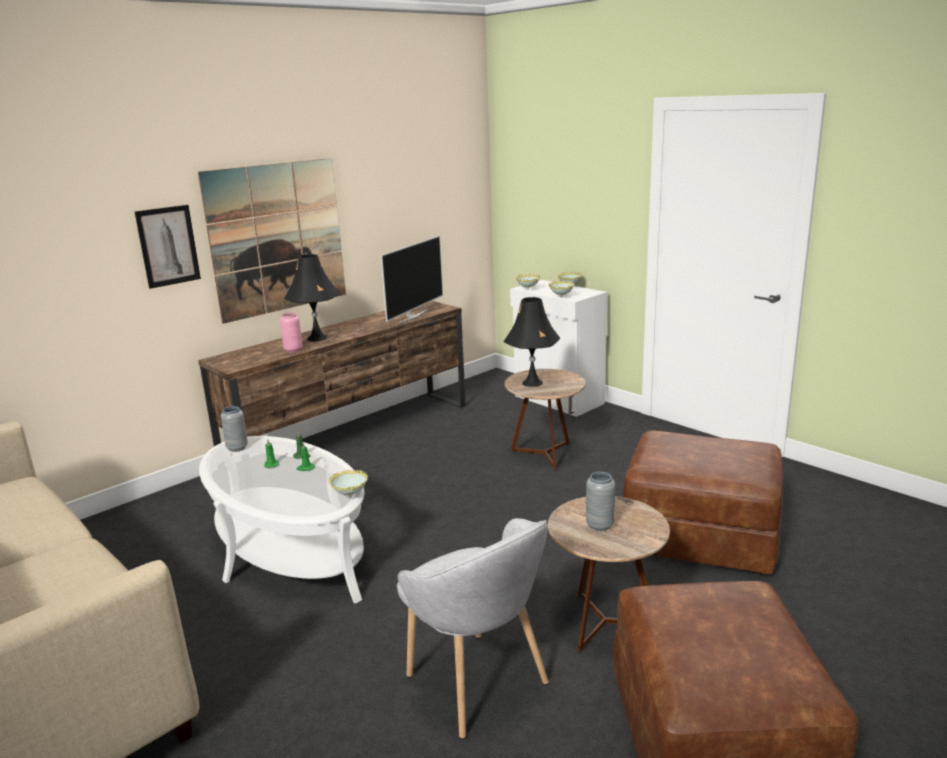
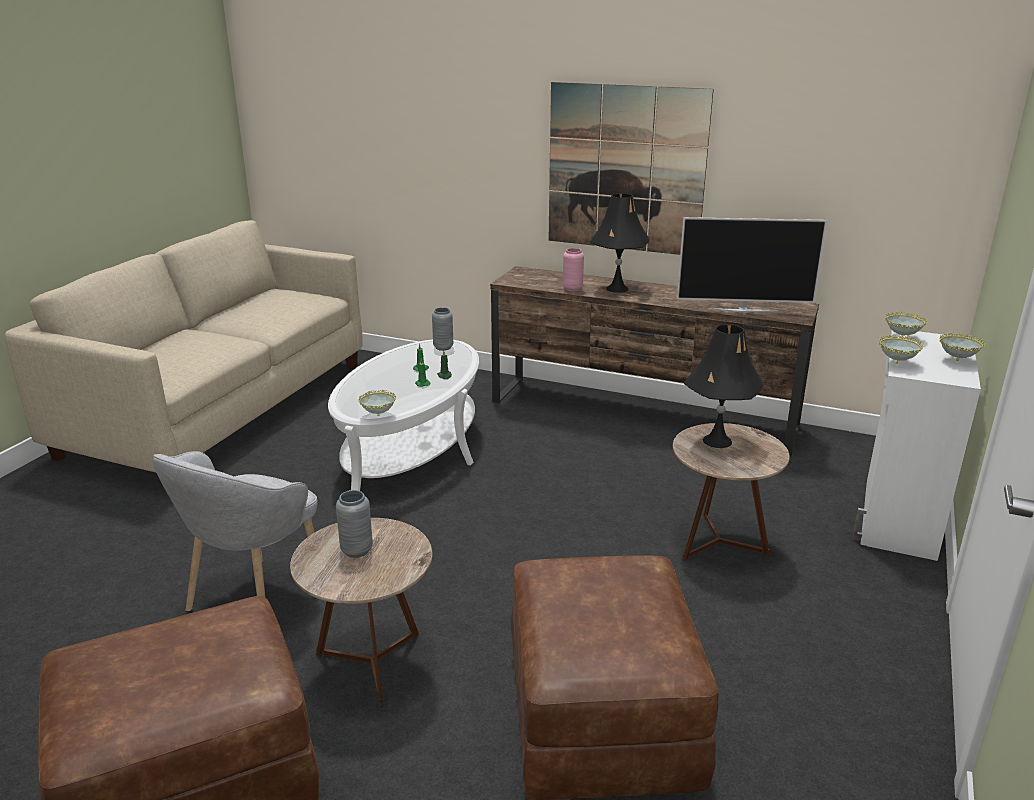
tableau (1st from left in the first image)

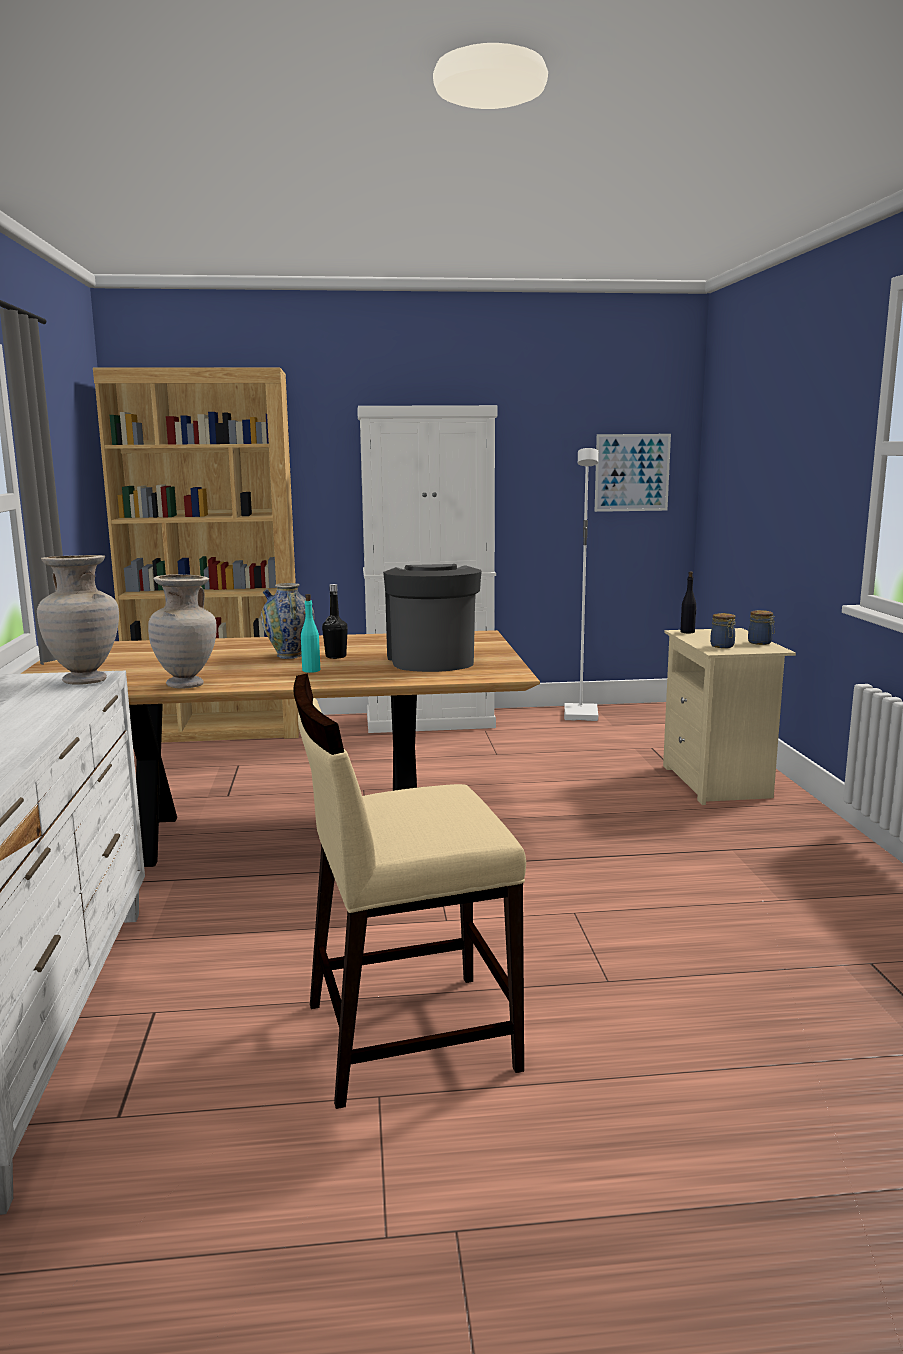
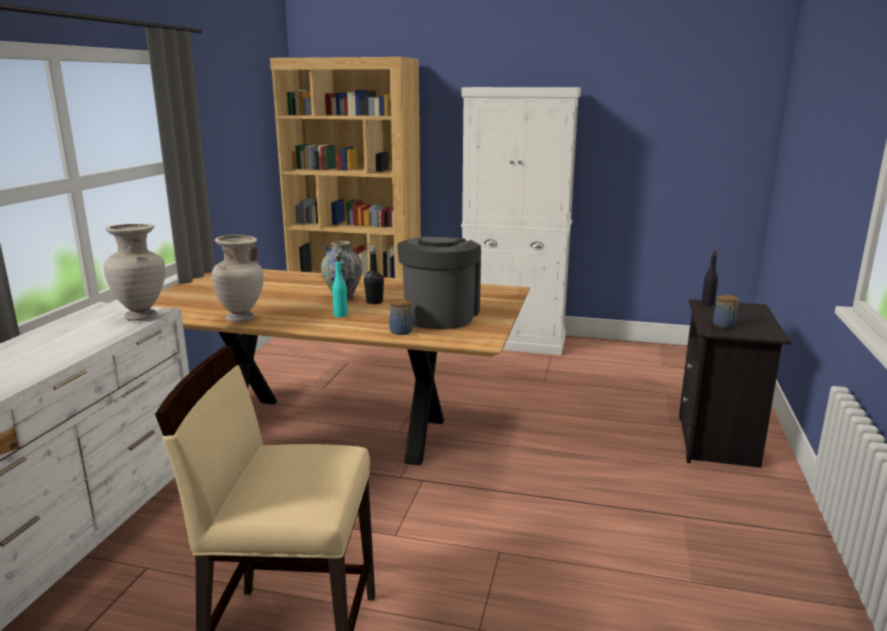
bocal (1st from left)
table de chevet (noir)
lampadaire (blanc)
tableau

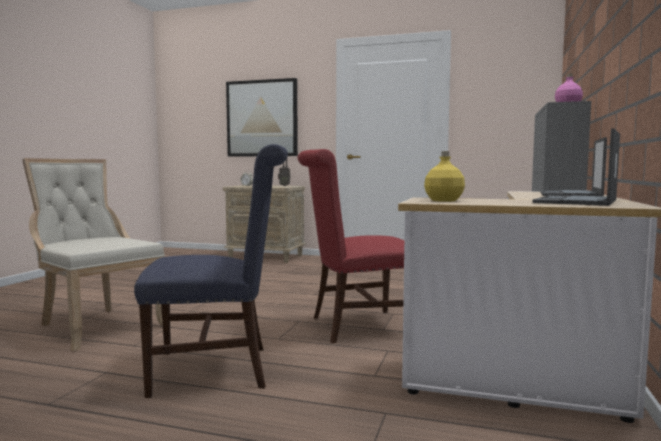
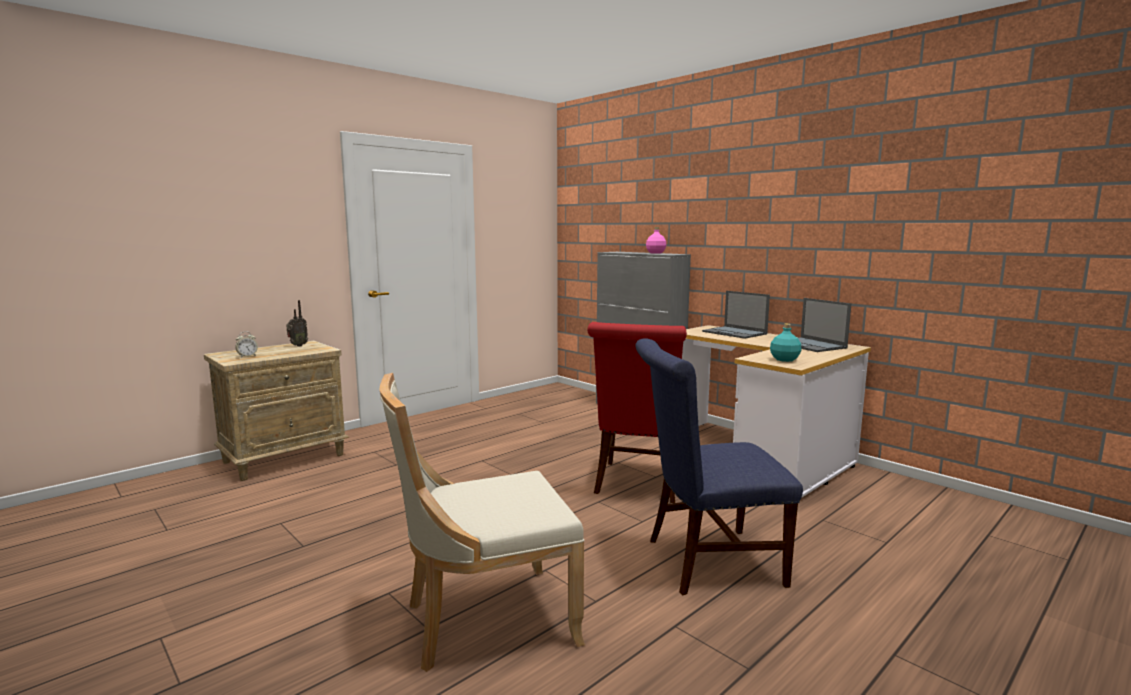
chaise (bleu)
bouteille (turquoise)
tableau

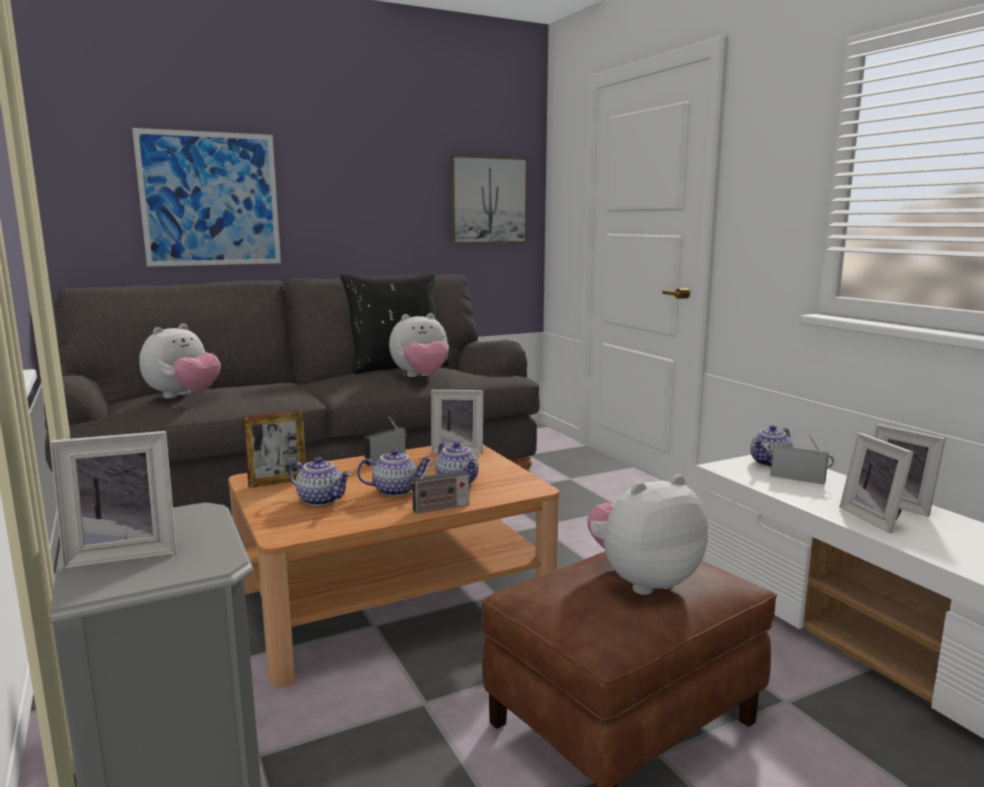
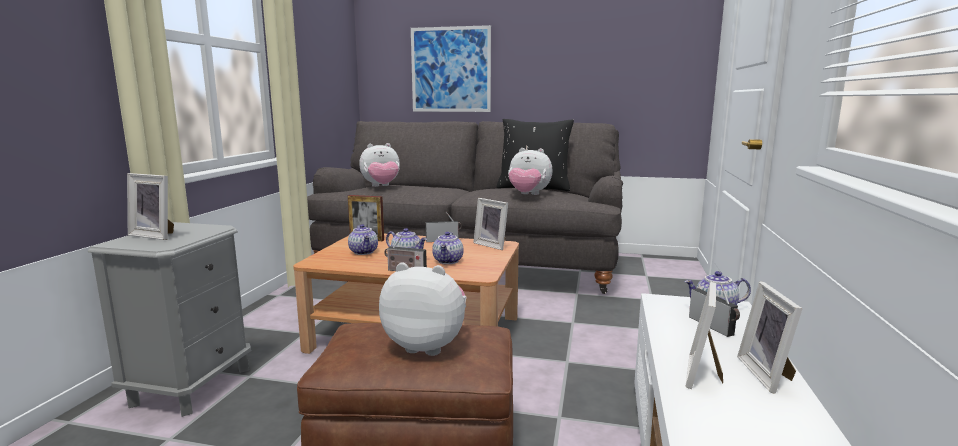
tableau (2nd from left in the first image)

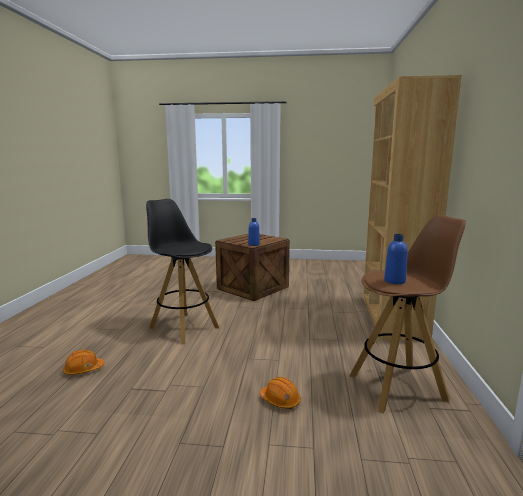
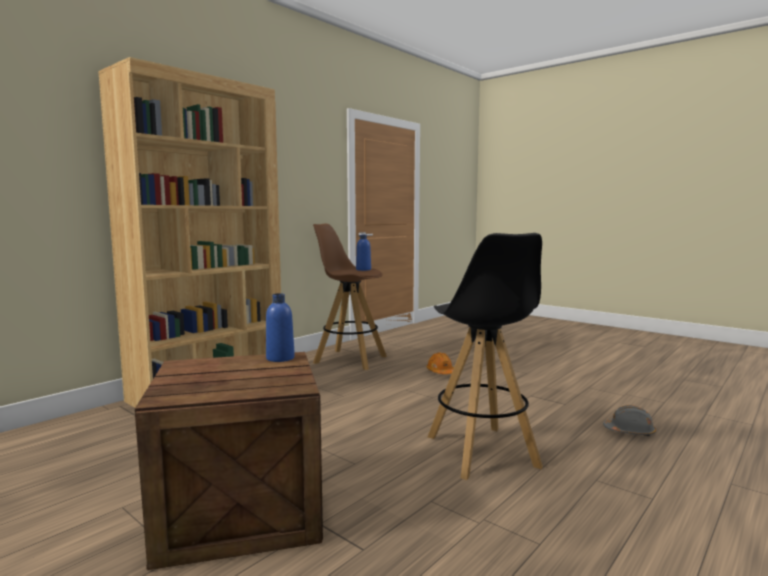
casque de chantier (gris)

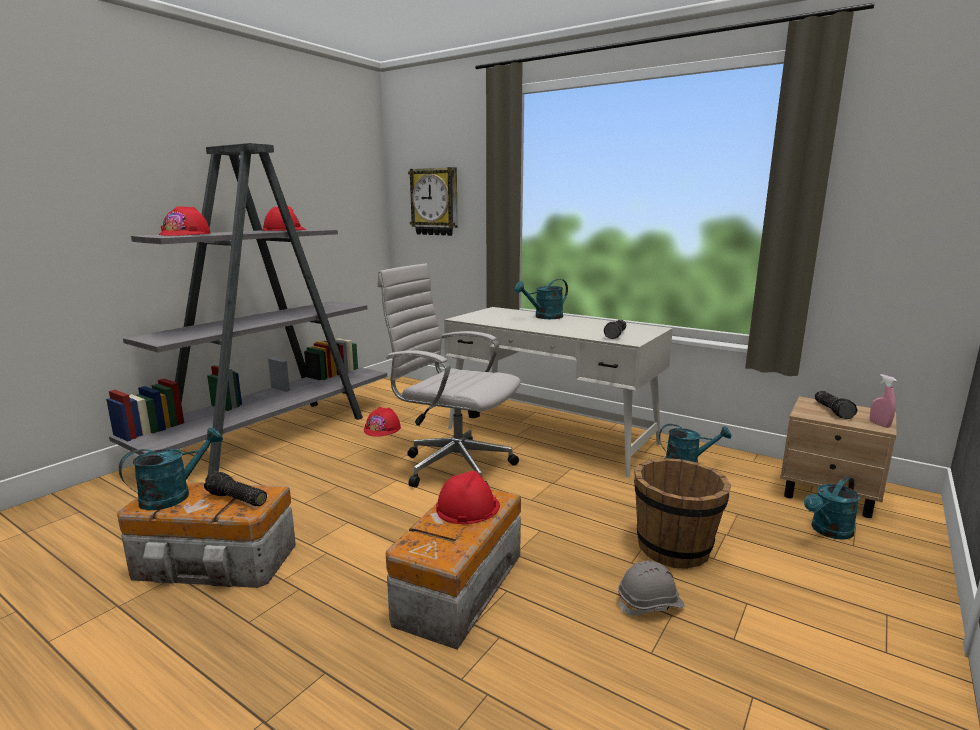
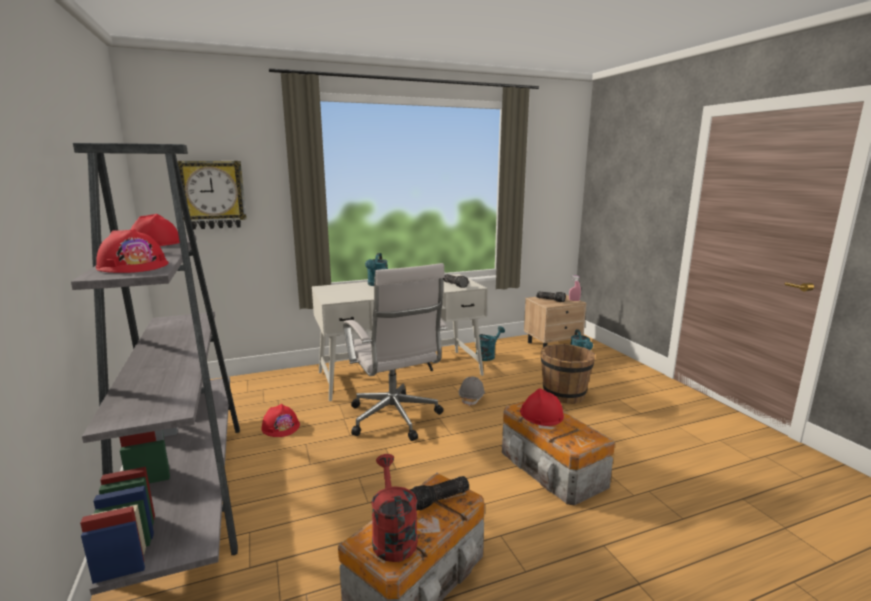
chaise de bureau (blanc)
arrosoir (rouge)
casque de chantier (gris)

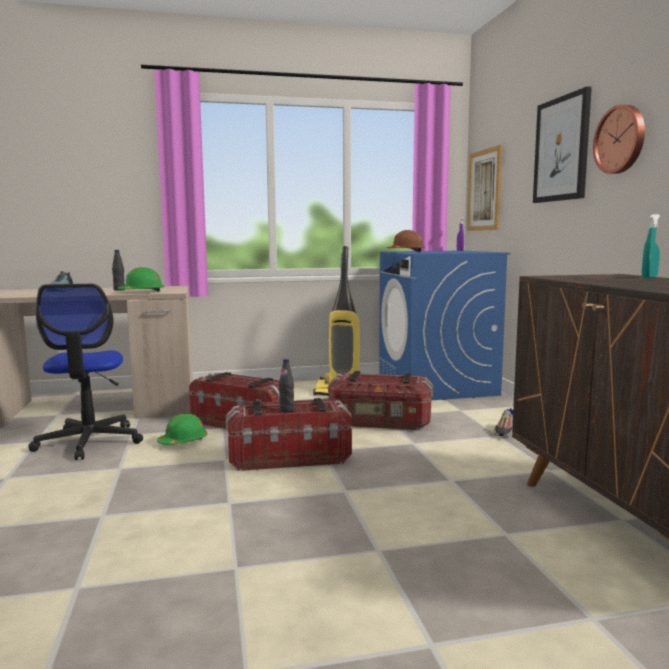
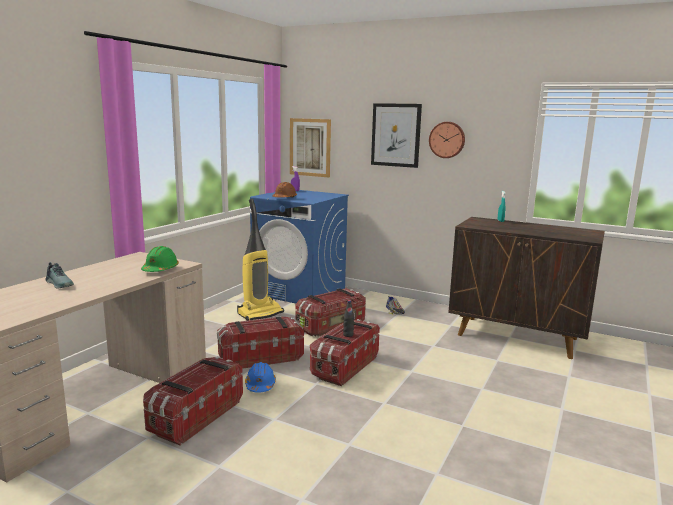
boîte de rangement (1st from left)
casque de chantier (bleu)
bouteille (noir) (1st from left in the first image)

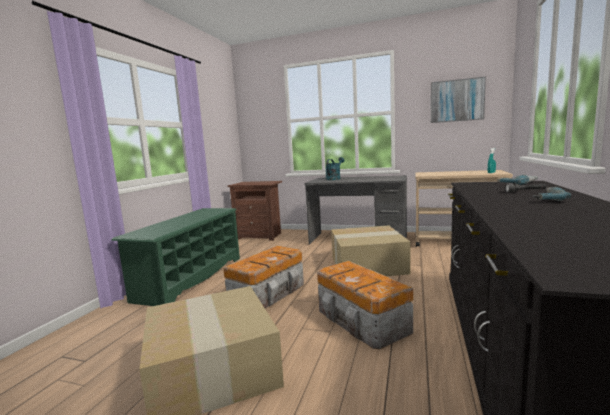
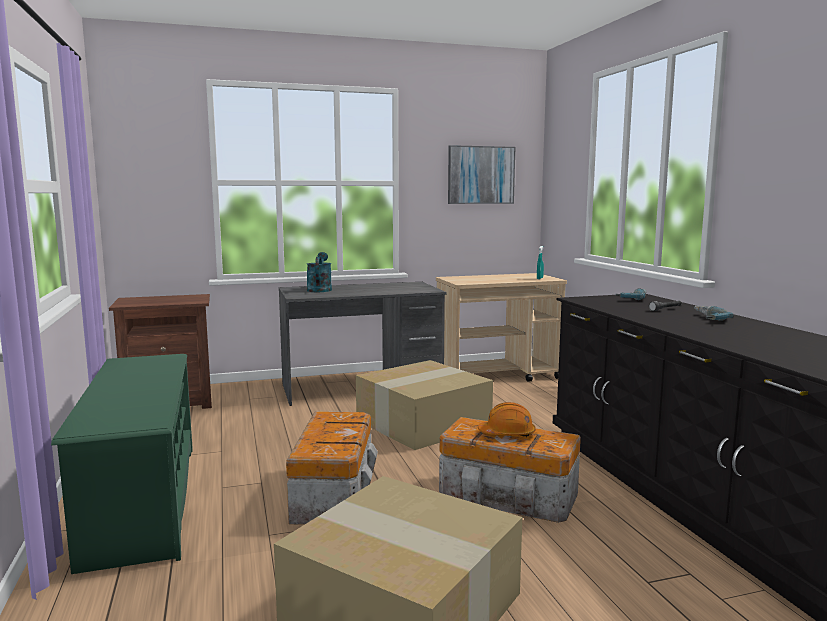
casque de chantier (orange)

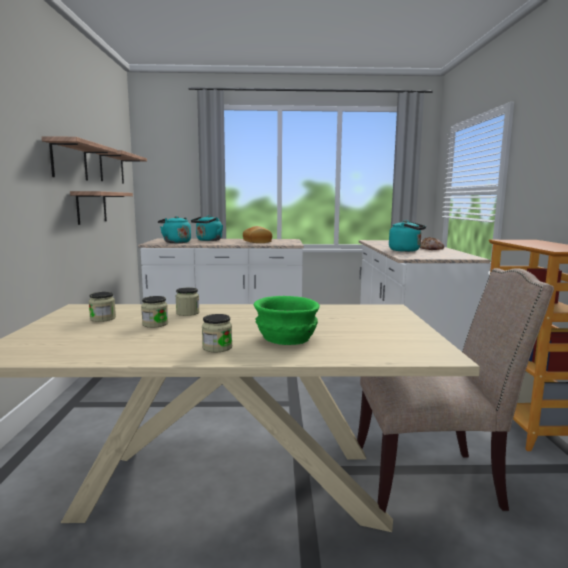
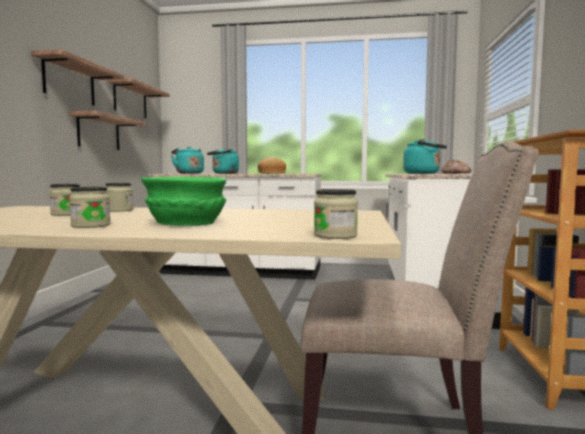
bocal (4th from left)

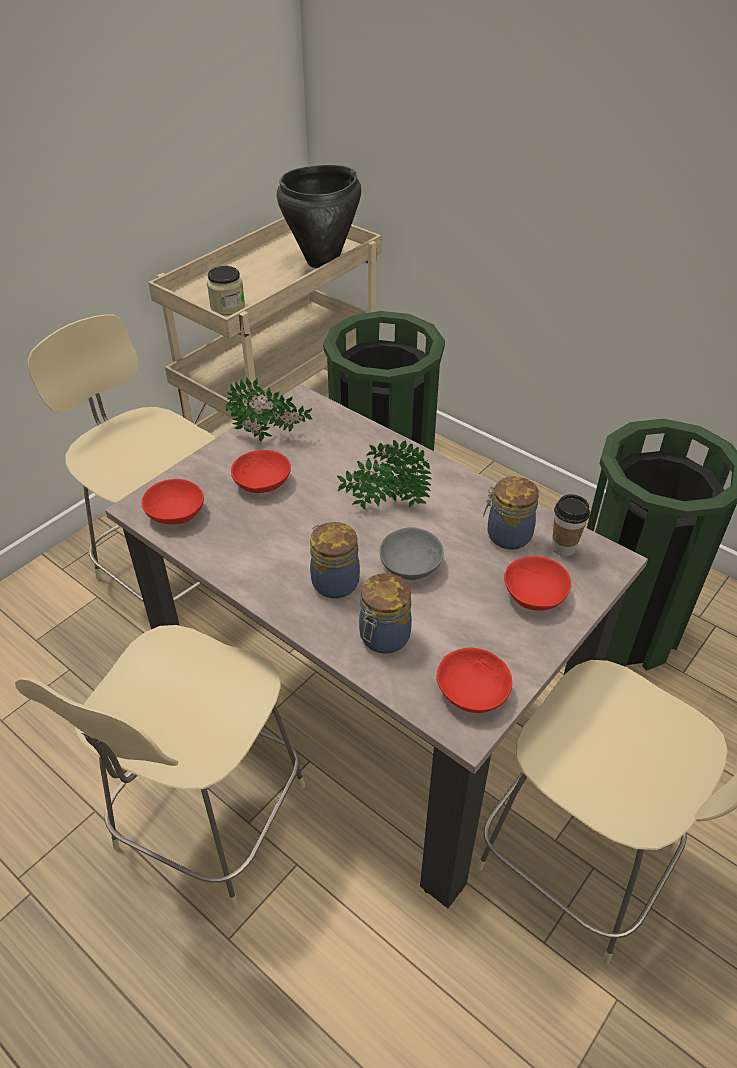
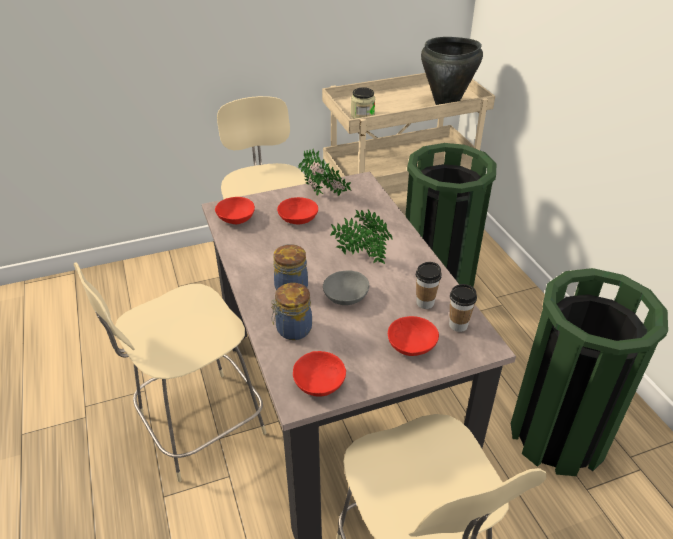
tasse (1st from left)

